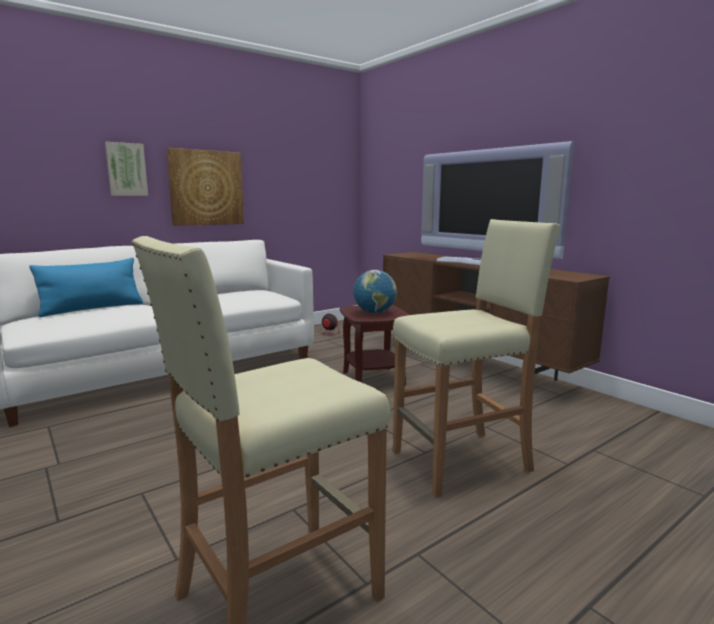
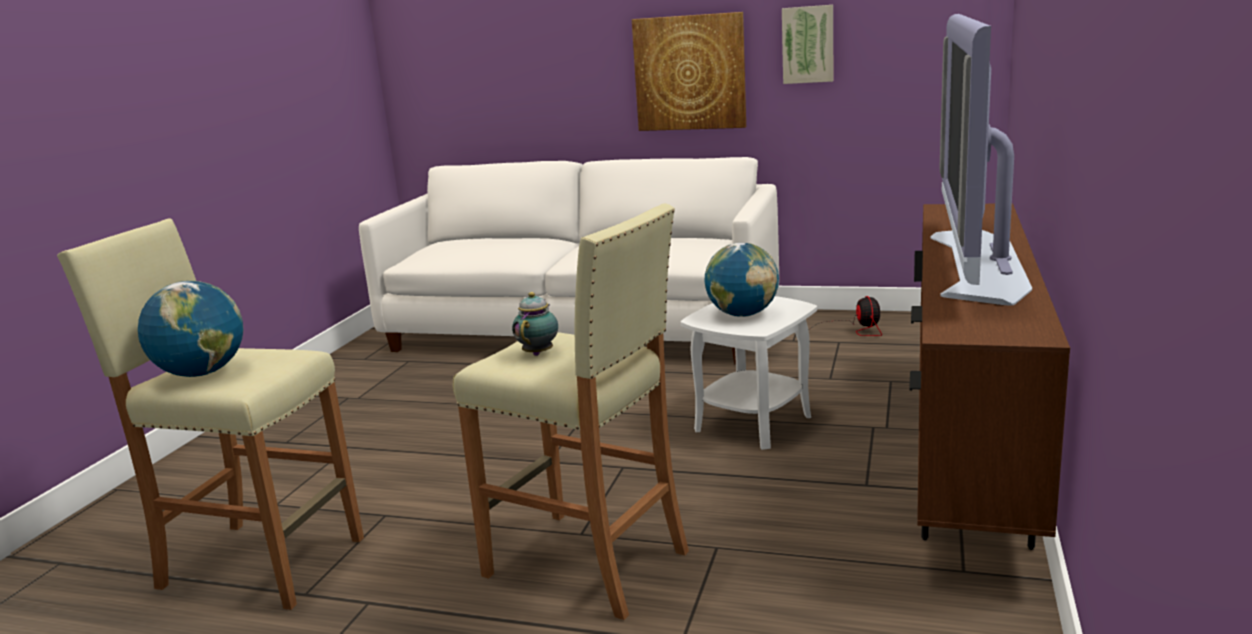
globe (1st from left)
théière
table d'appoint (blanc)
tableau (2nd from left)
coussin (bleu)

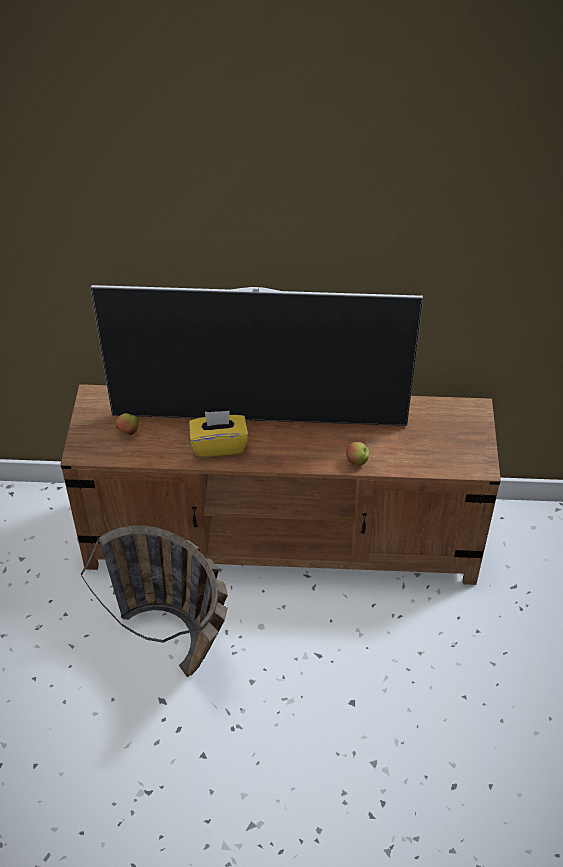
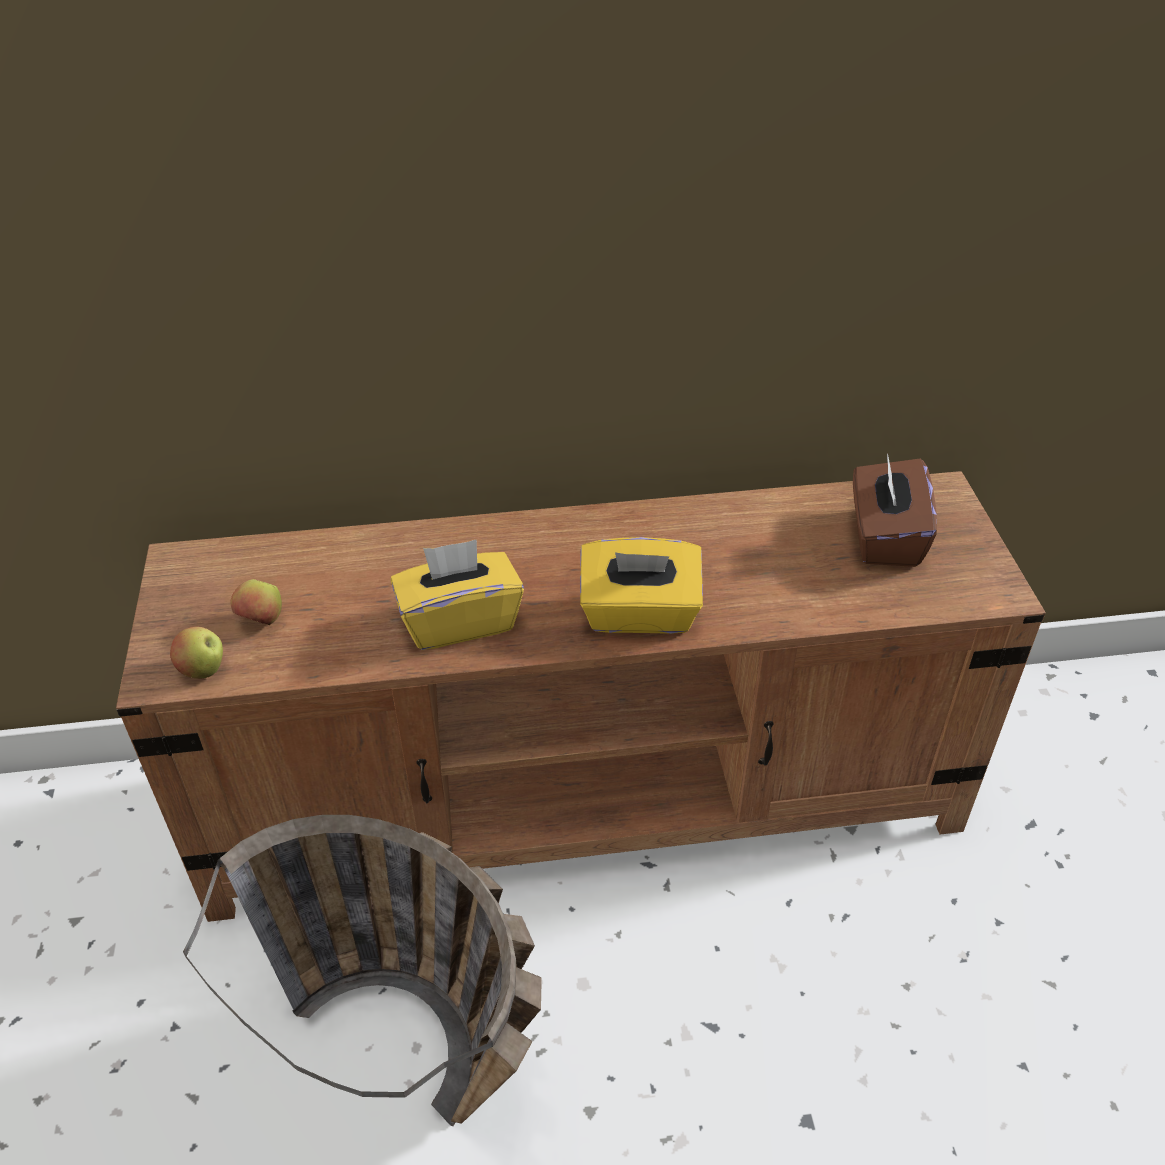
pomme (1st from left)
boîte à mouchoirs (jaune) (2nd from left)
boîte à mouchoirs (marron)
téléviseur

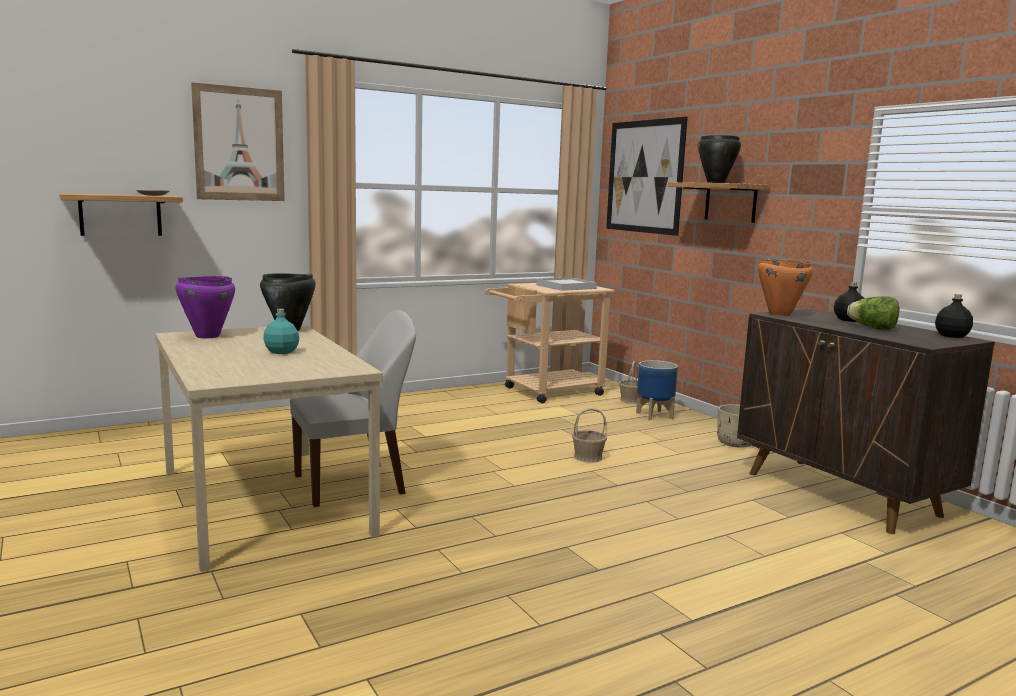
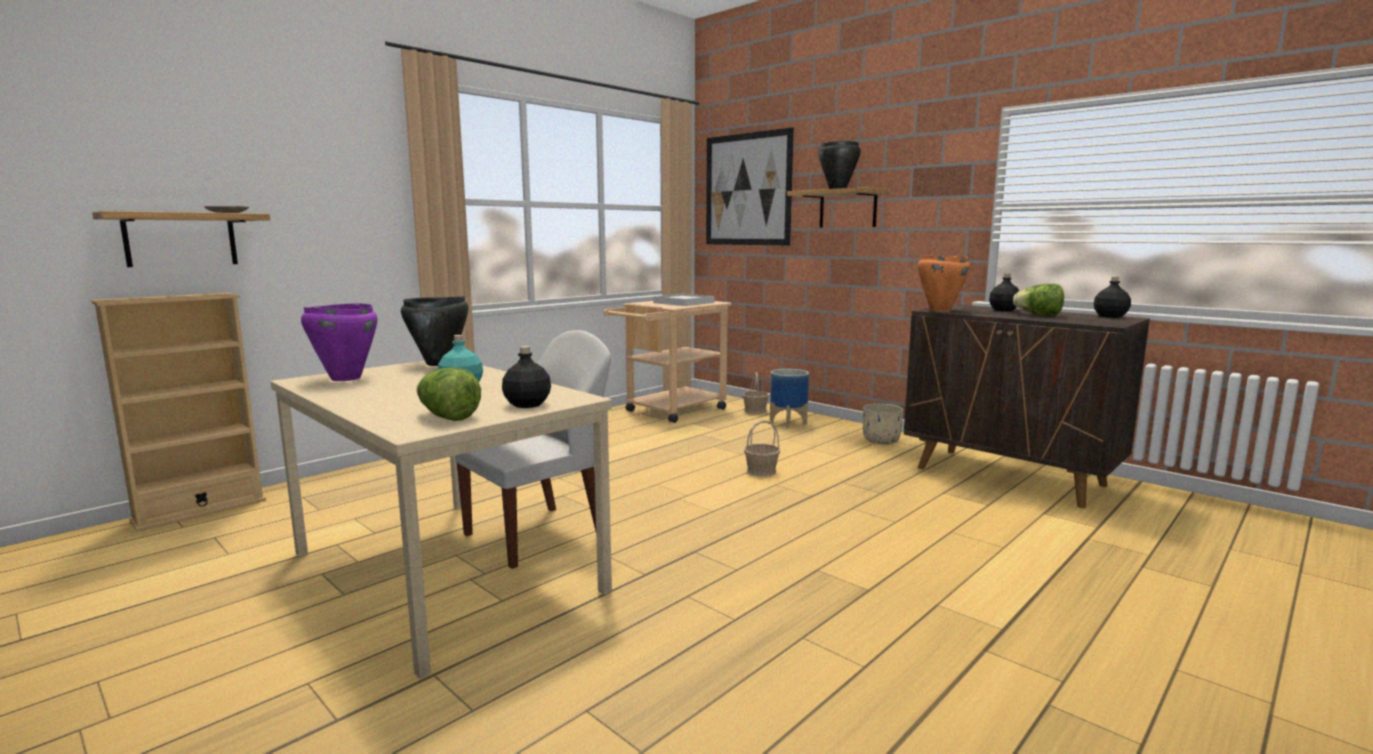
bibliothèque (beige)
laitue (1st from left)
bouteille (noir) (1st from left)
tableau (1st from left in the first image)

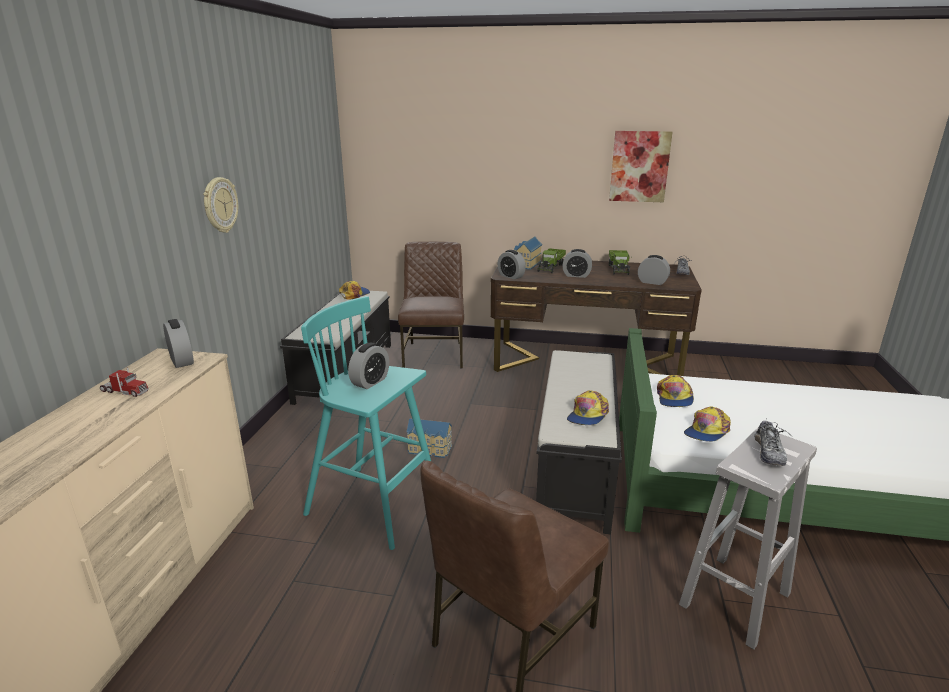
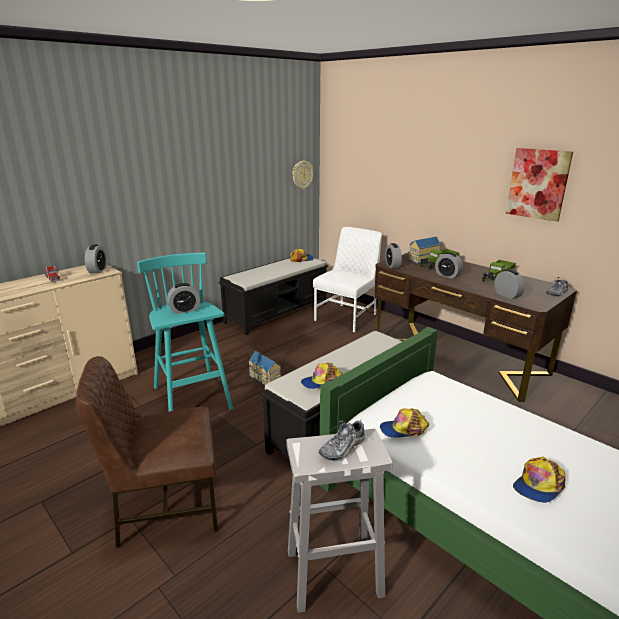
horloge murale
chaise (blanc)
casquette (4th from left)

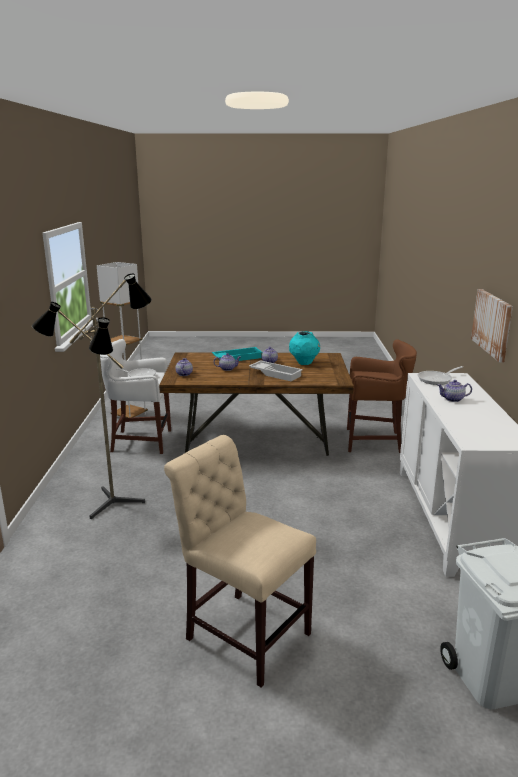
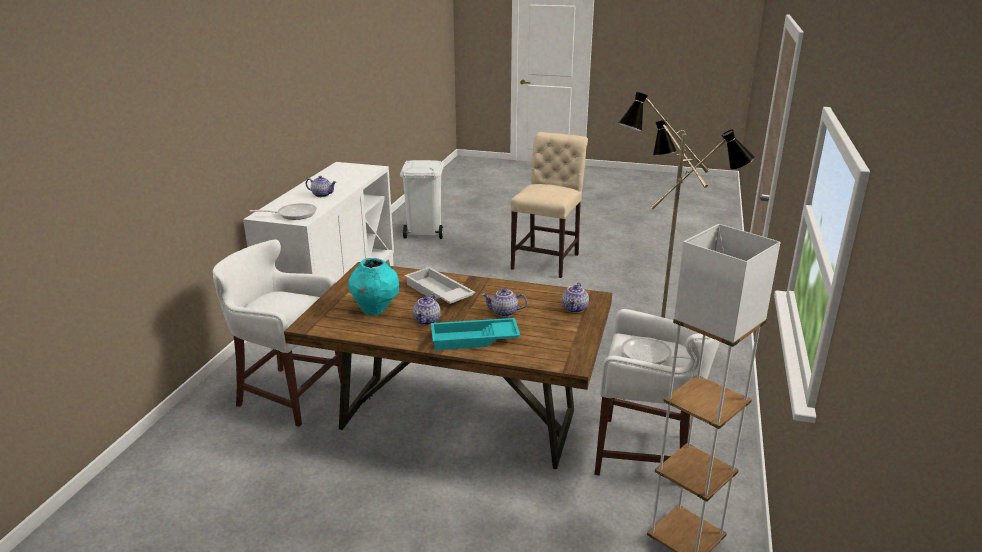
tabouret (blanc) (1st from left)
chaise (beige)
tableau

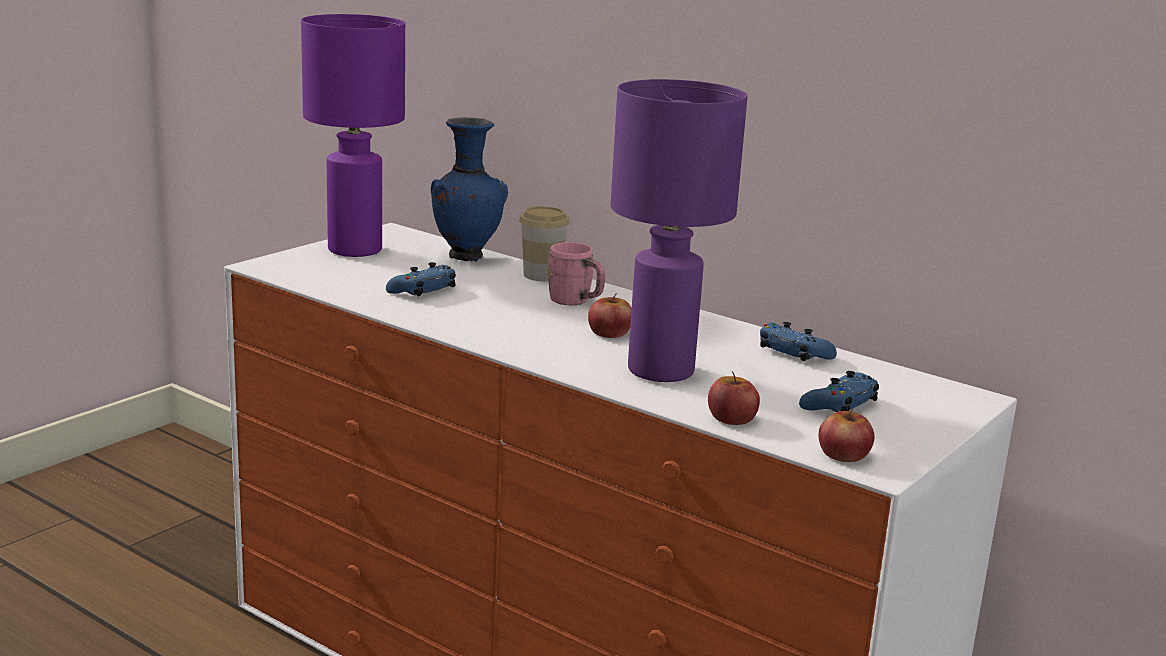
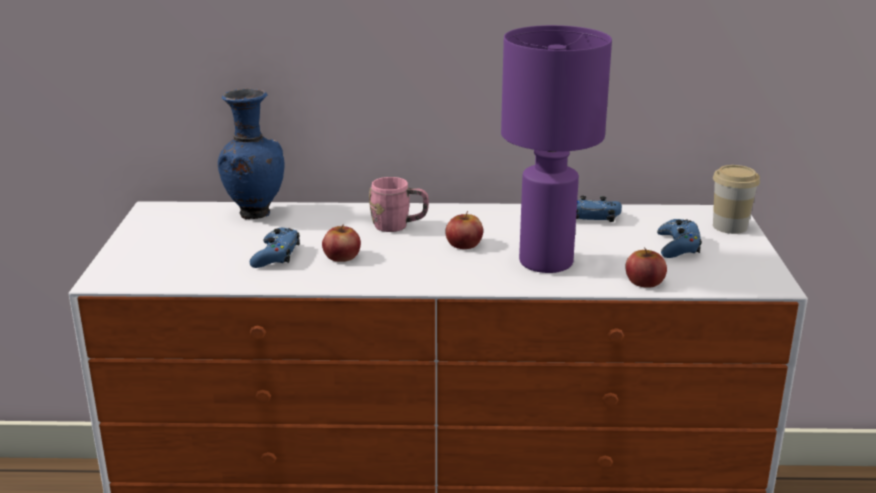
pomme (1st from left)
tasse
lampe de table (violet) (1st from left in the first image)

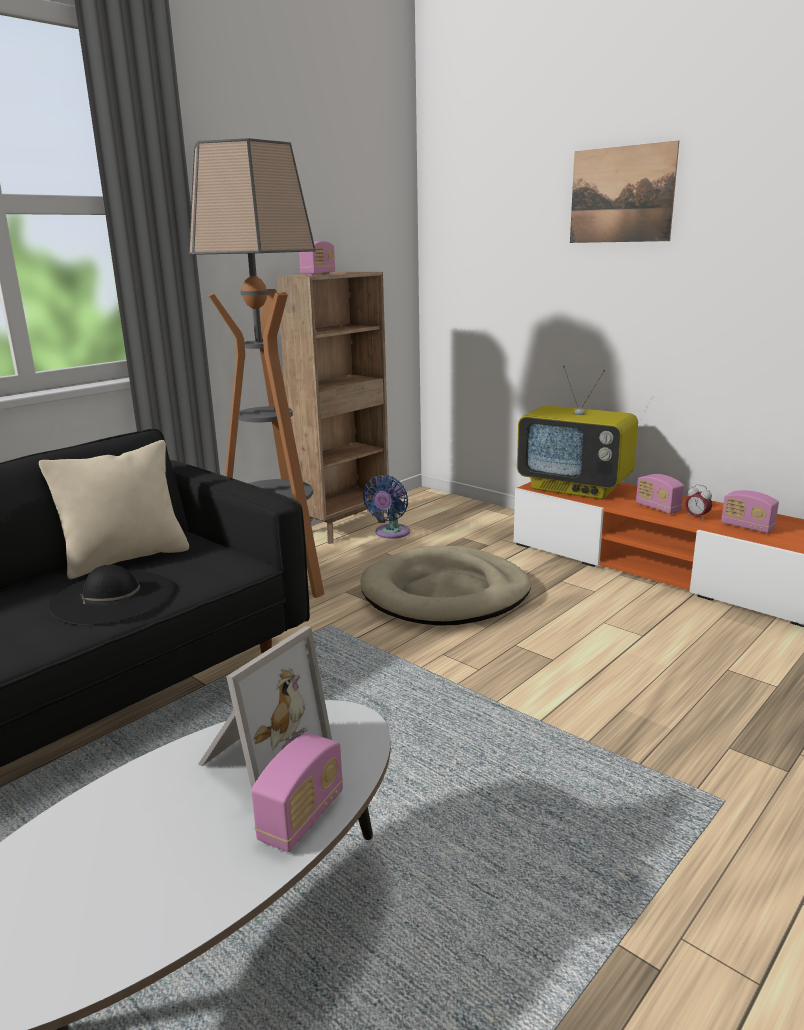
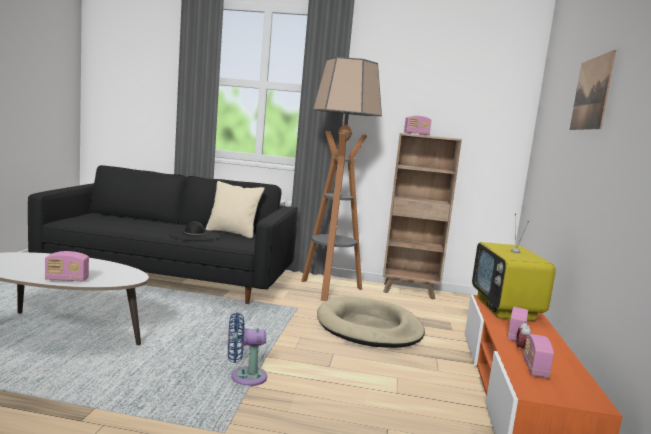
ventilateur (bleu)
cadre photo

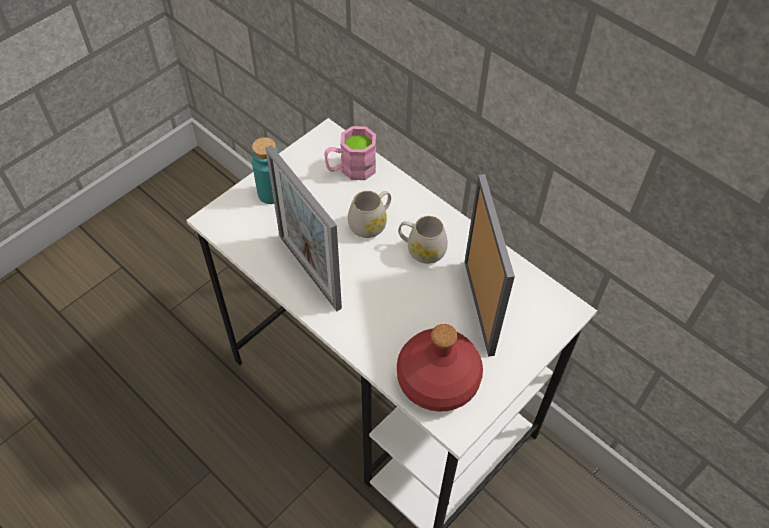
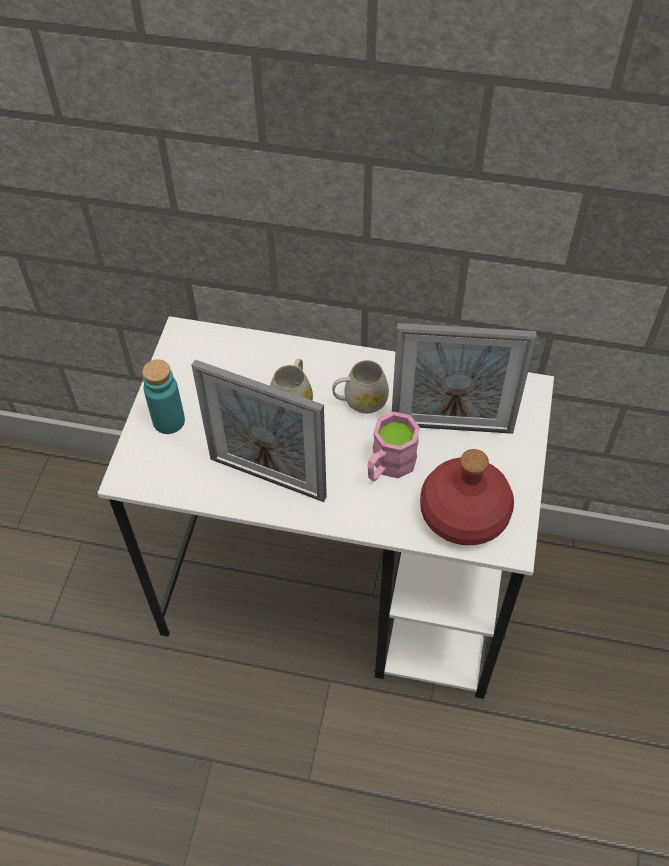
mug (rose)
cadre photo (2nd from left)

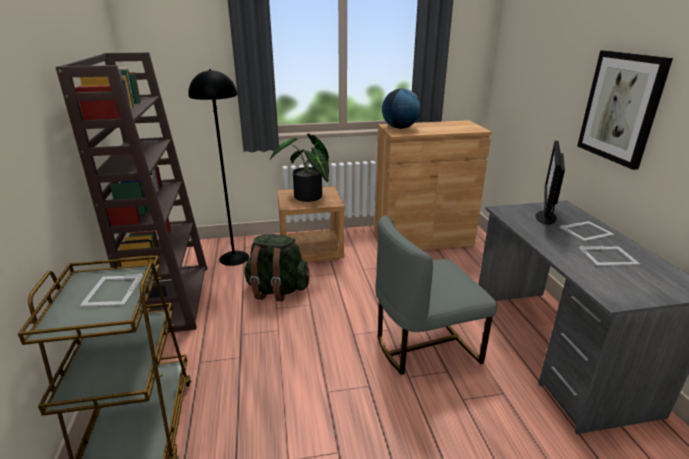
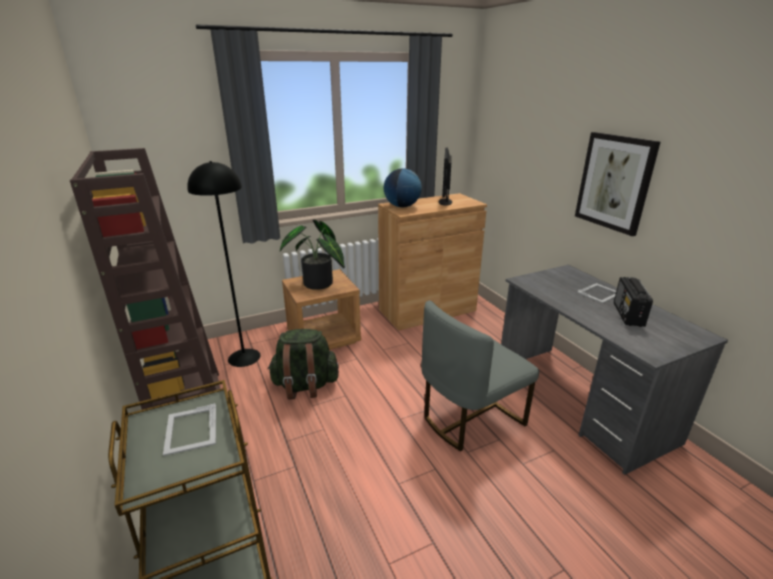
écran d'ordinateur
radio

